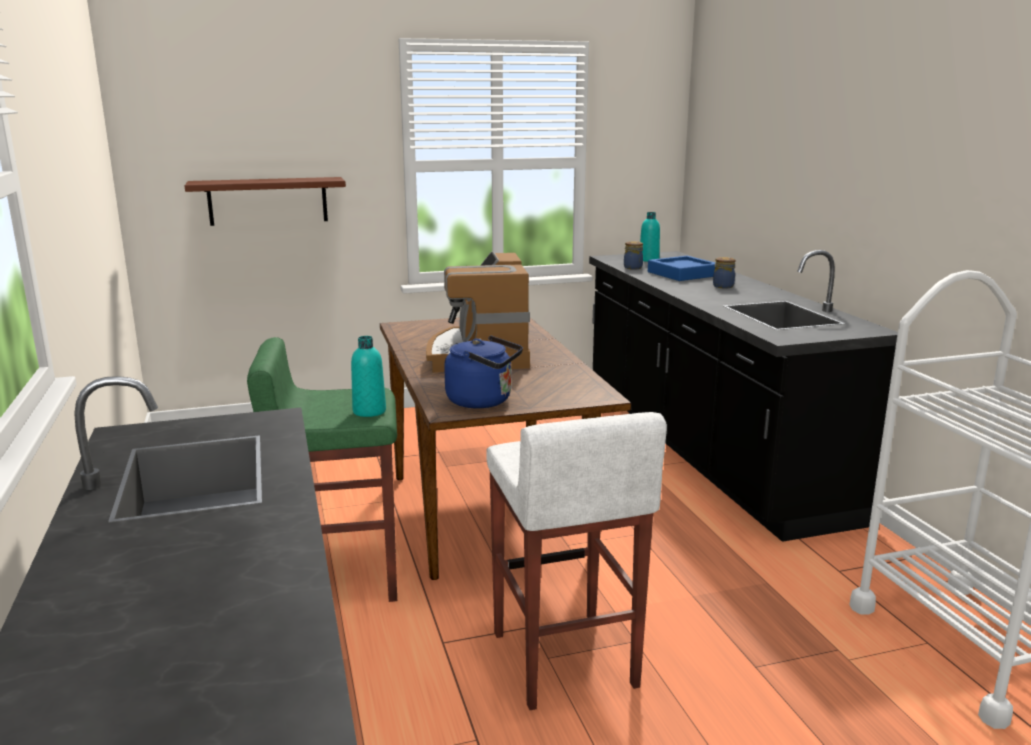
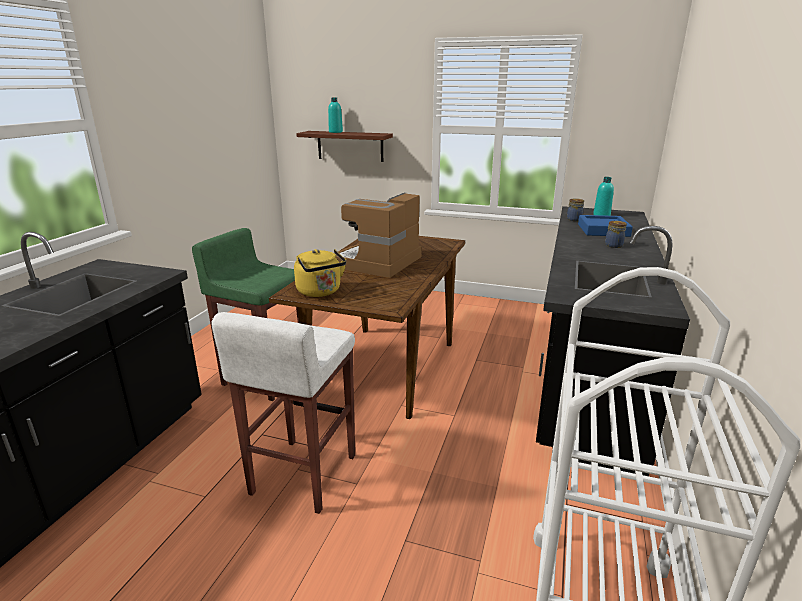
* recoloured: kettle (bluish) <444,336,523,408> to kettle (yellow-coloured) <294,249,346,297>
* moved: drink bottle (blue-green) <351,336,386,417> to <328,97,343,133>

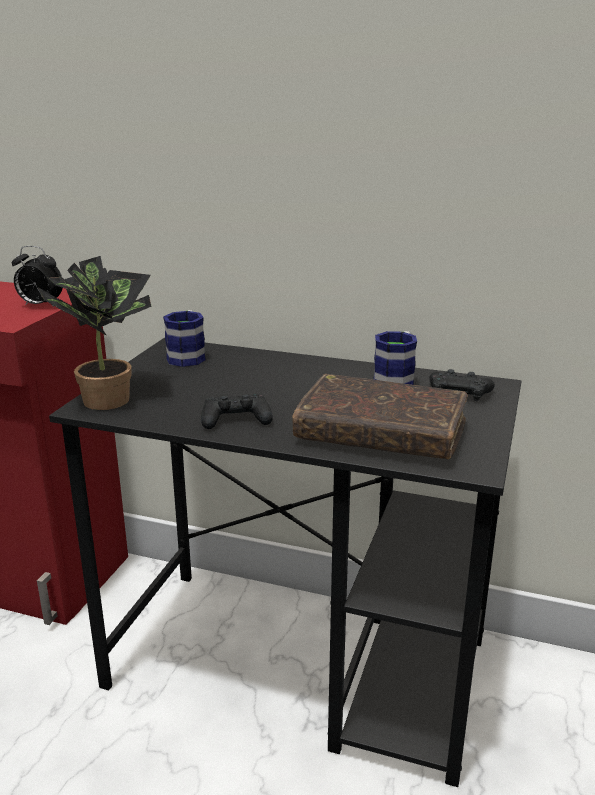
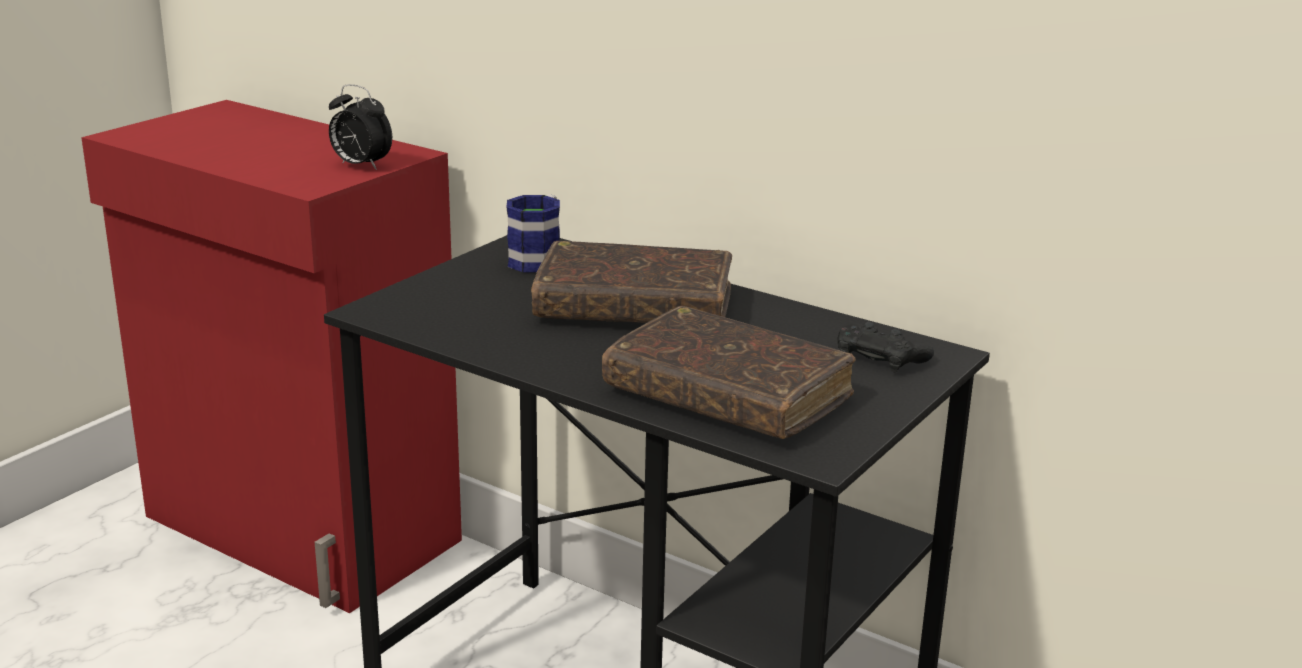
* added: volume (brown-coloured) <531,241,732,323>
* removed: potted plant <38,256,152,410>
* removed: gamepad (black) <201,394,273,429>
* removed: tea mug <373,331,417,385>

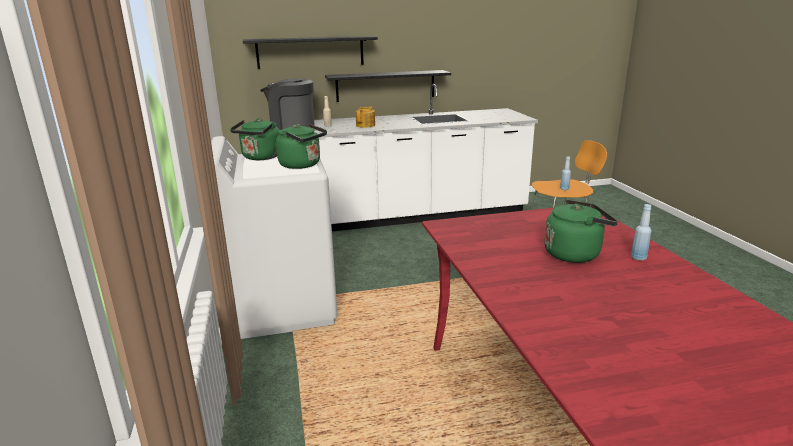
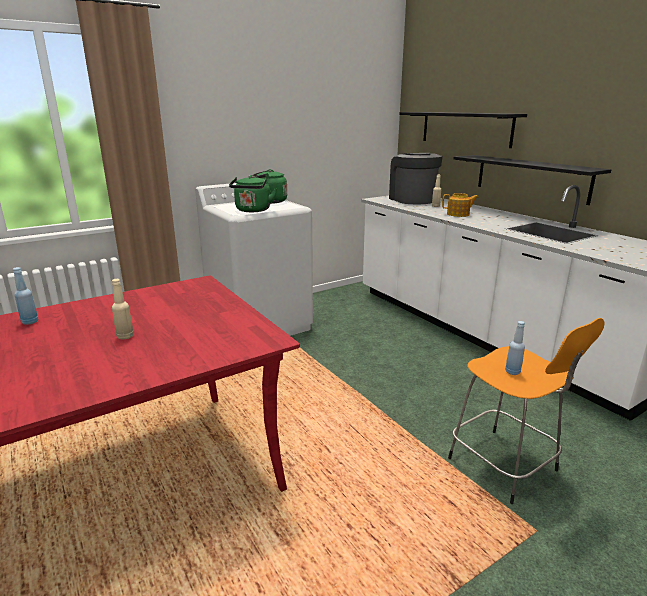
* moved: drink bottle (bluish) <631,204,652,261> to <13,267,38,325>
* replaced: kettle (green-coloured) <544,199,618,263> to drink bottle (beige) <112,279,134,339>

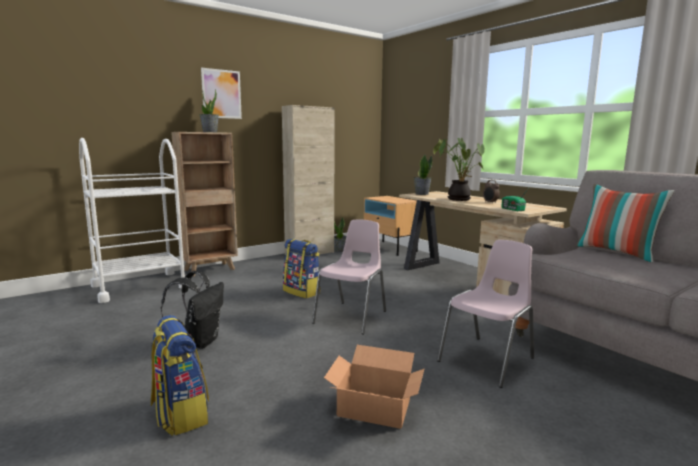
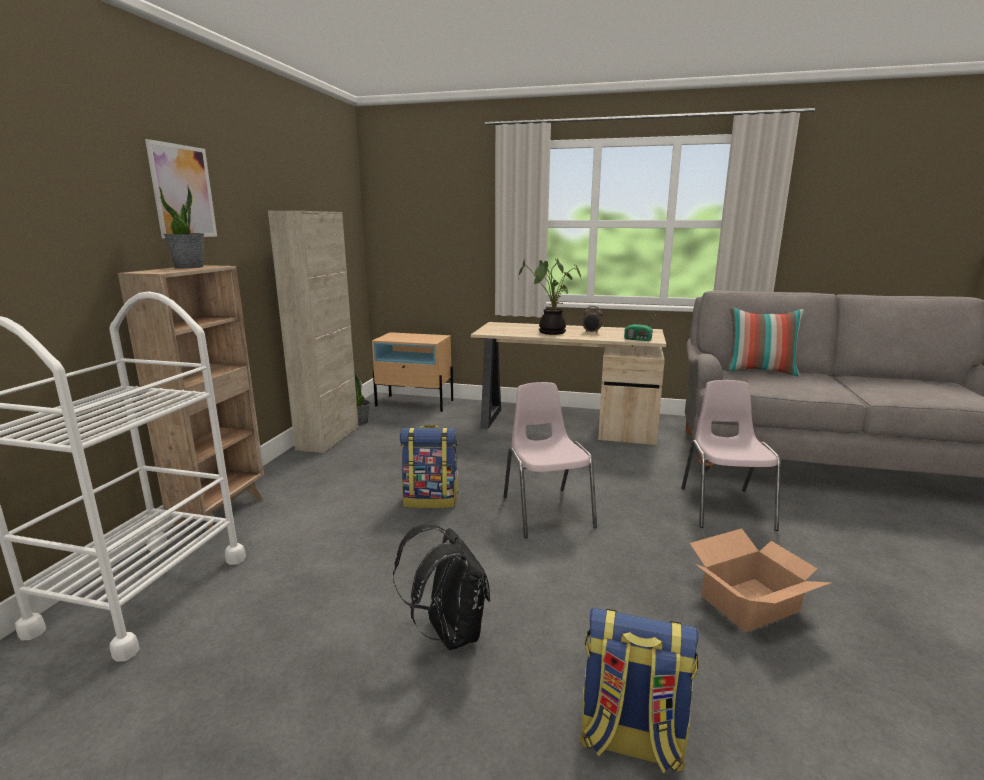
* removed: potted plant <414,155,432,195>

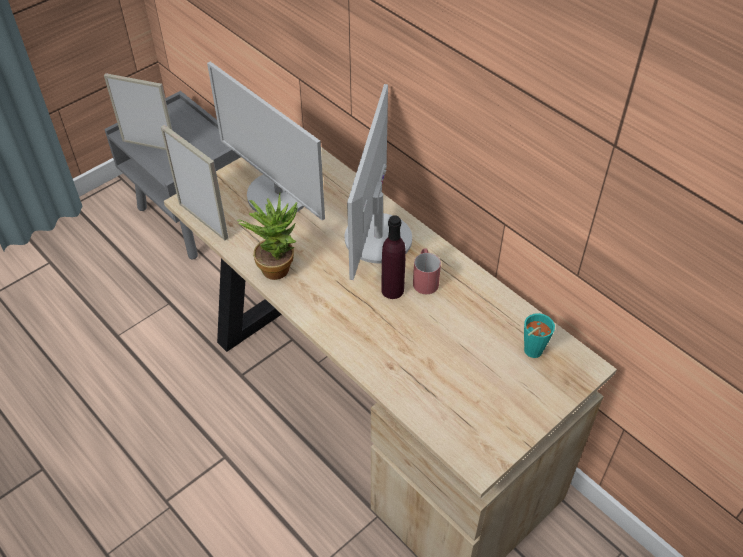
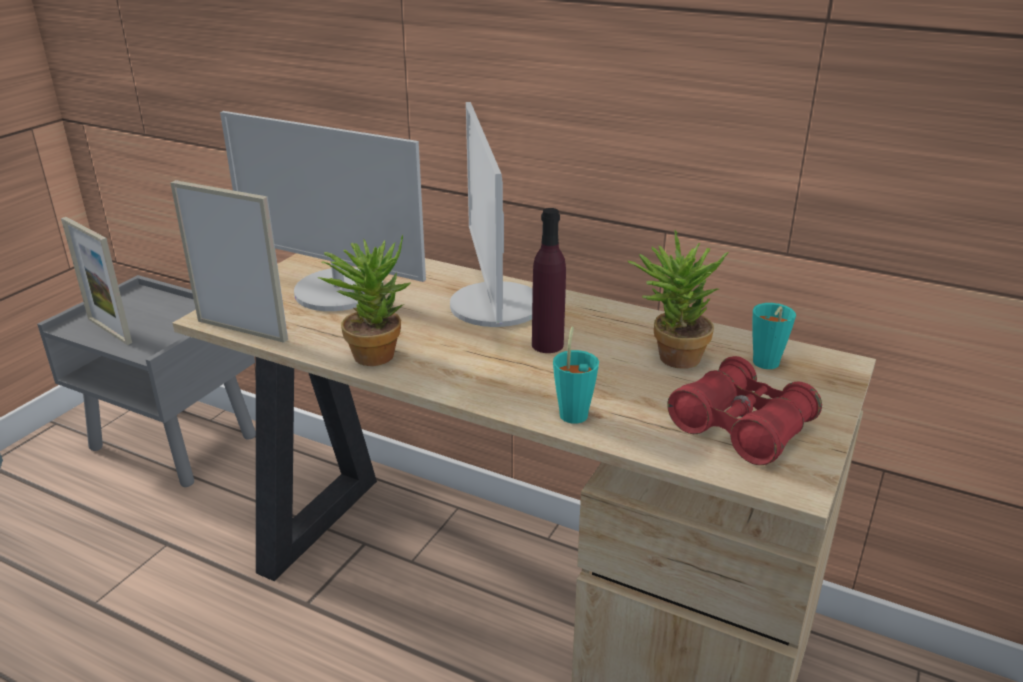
* turned: picture frame <104,73,172,150> = <61,217,132,345> 135 degrees counterclockwise
* added: small cup (blue-green) <553,326,599,424>
* added: potted plant <627,230,729,368>
* added: binoculars (red-coloured) <667,356,822,465>
* removed: tea mug (red-coloured) <413,249,441,294>

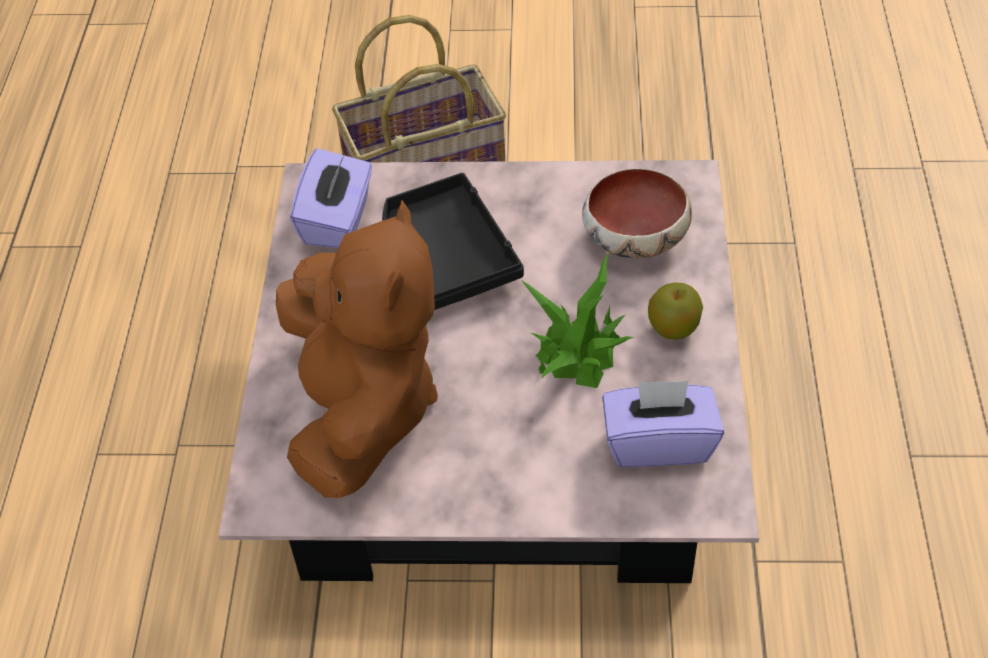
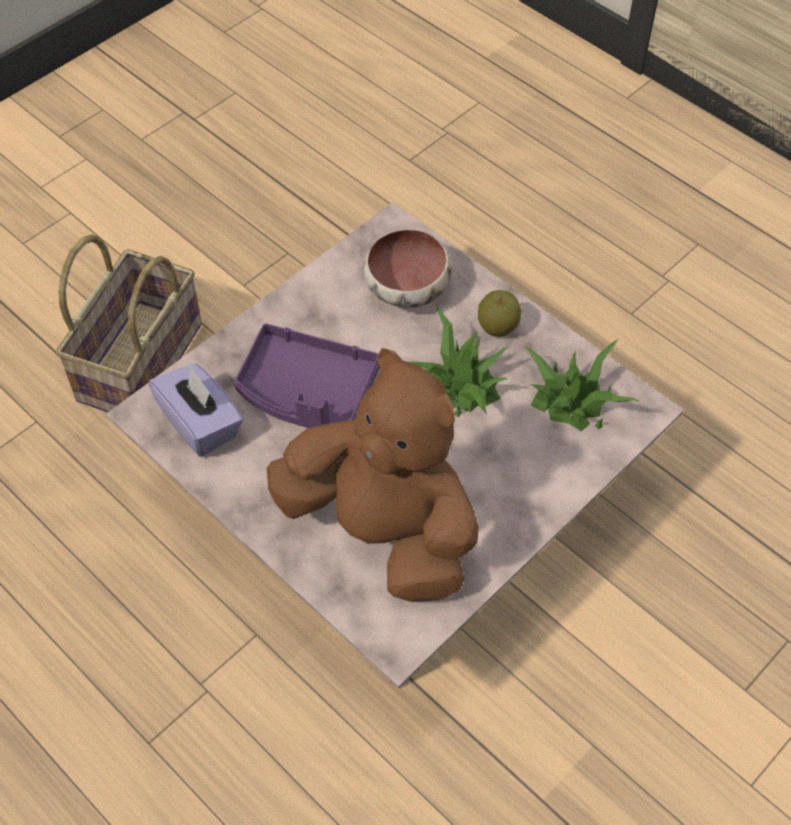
* recoloured: tray (black) <382,173,524,310> to tray (purplish) <234,323,380,428>
* replaced: tissue box (purplish) <602,381,724,468> to potted plant <524,339,640,431>

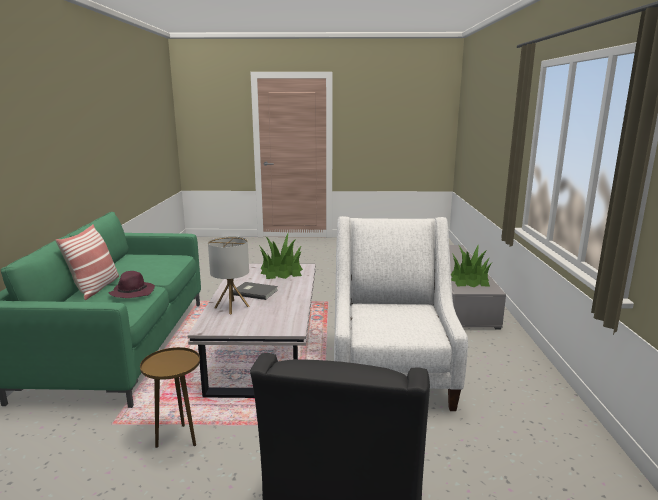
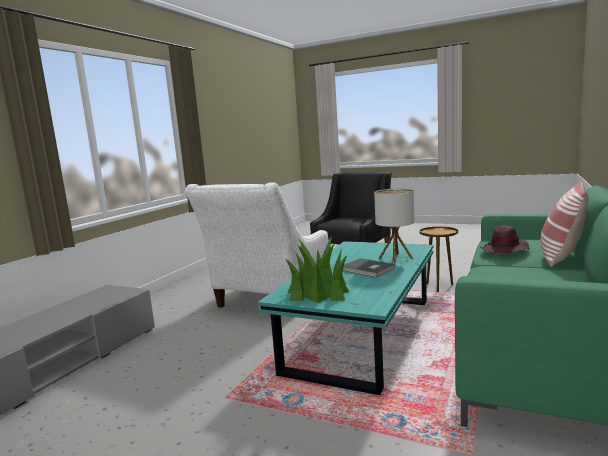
* recoloured: low table (white-coloured) <188,263,315,398> to low table (blue-green) <258,241,433,395>
* removed: potted plant <451,244,492,288>

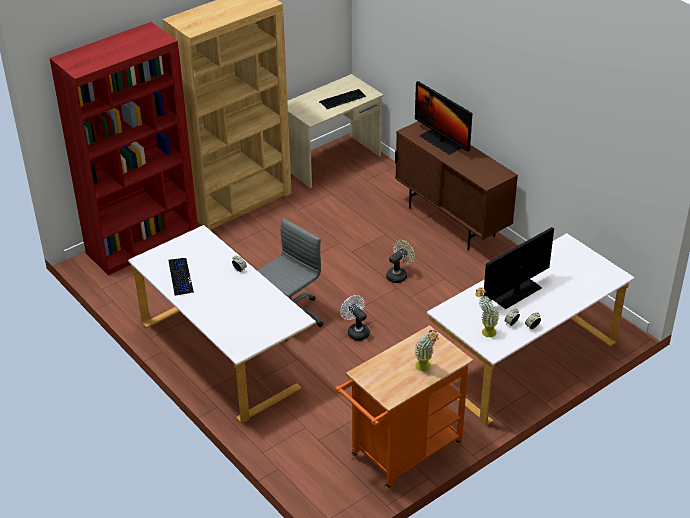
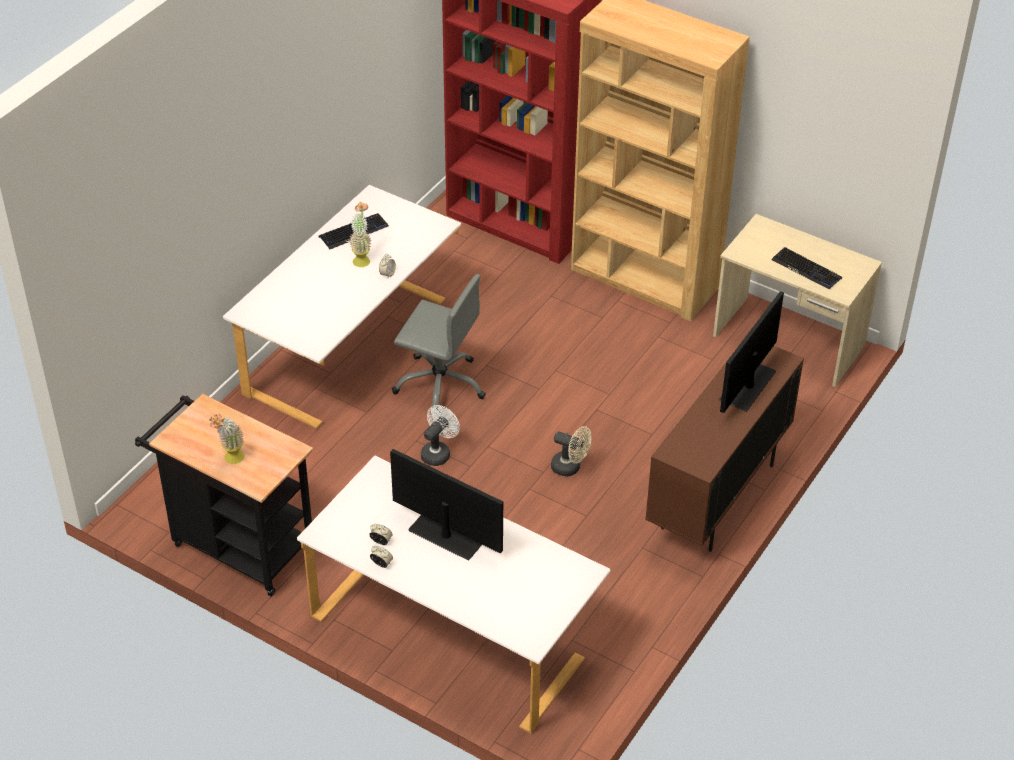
* recoloured: wheeled cart (orange-coloured) <336,325,473,489> to wheeled cart (black) <135,394,315,596>
* moved: potted plant <475,287,499,337> to <349,201,371,267>

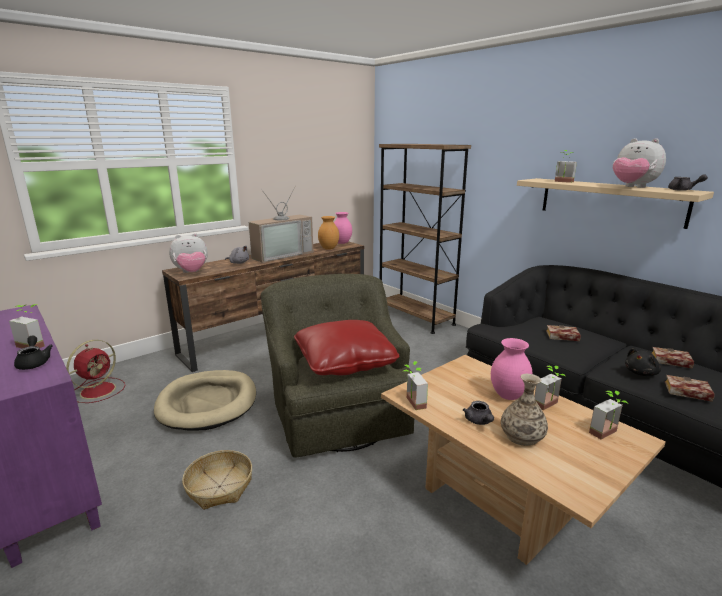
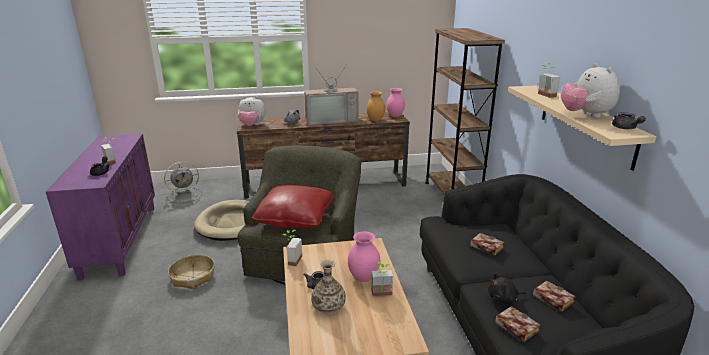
* recoloured: electric fan (red-coloured) <66,340,125,403> to electric fan (grey) <164,162,202,203>
* removed: potted plant <589,391,628,440>

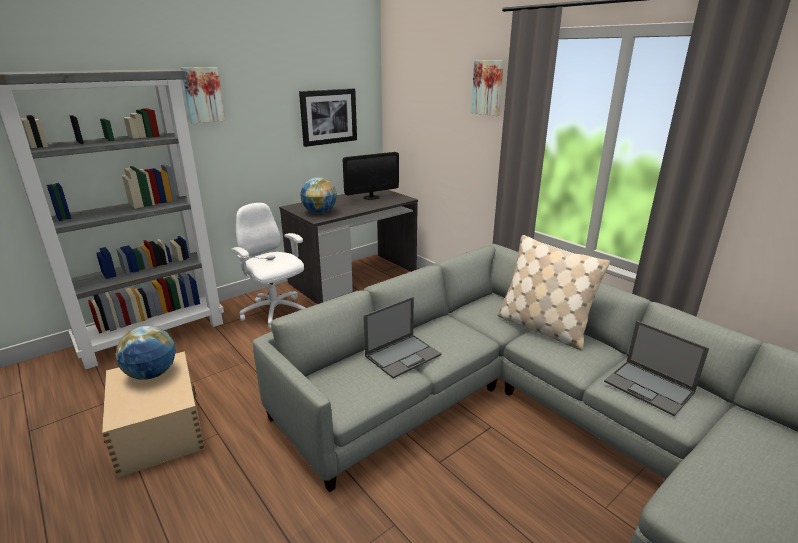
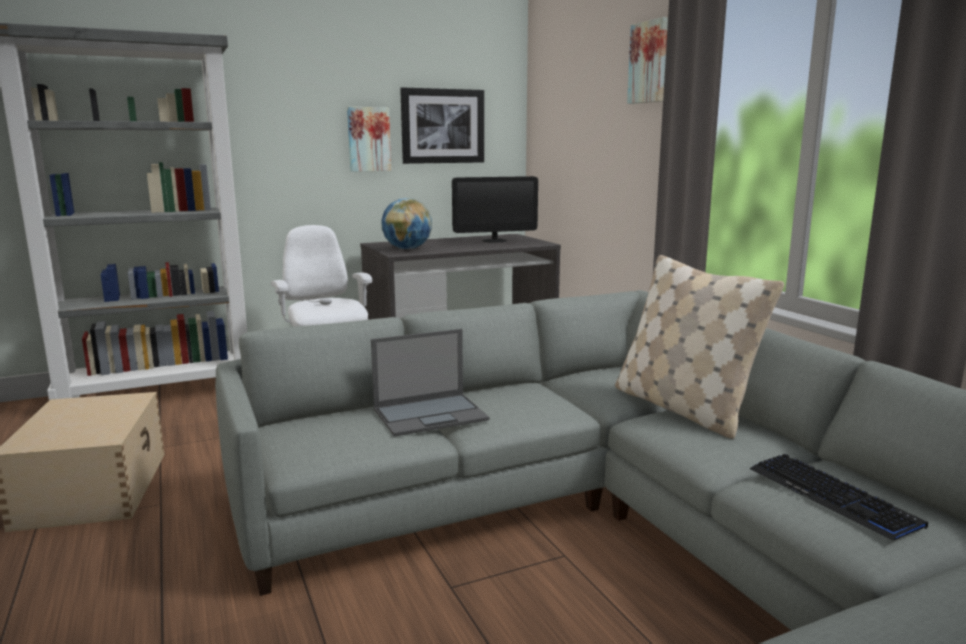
* moved: wall picture <181,67,225,124> to <347,107,391,172>
* replaced: laptop <604,321,709,416> to computer keyboard <750,454,928,540>
* removed: world globe <116,326,176,380>

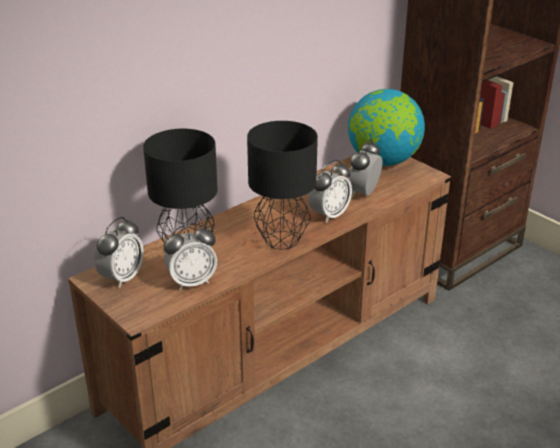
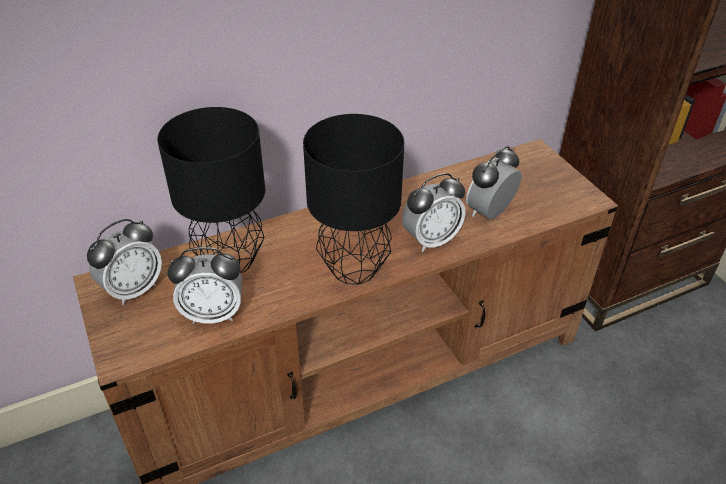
* removed: world globe <348,89,425,166>

